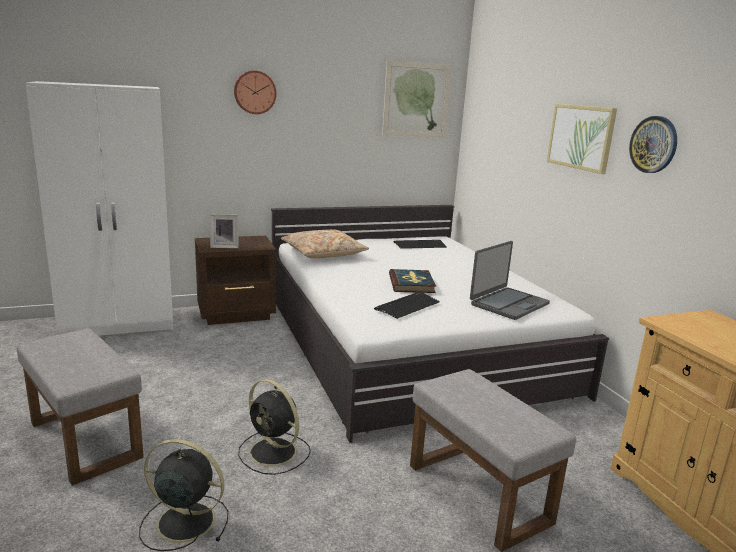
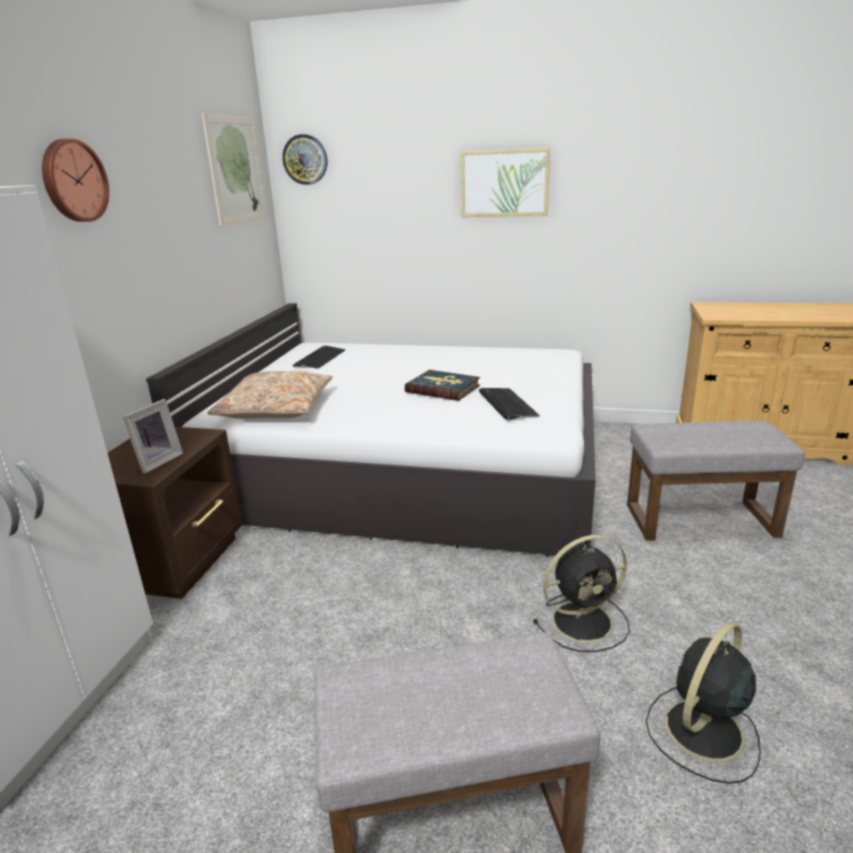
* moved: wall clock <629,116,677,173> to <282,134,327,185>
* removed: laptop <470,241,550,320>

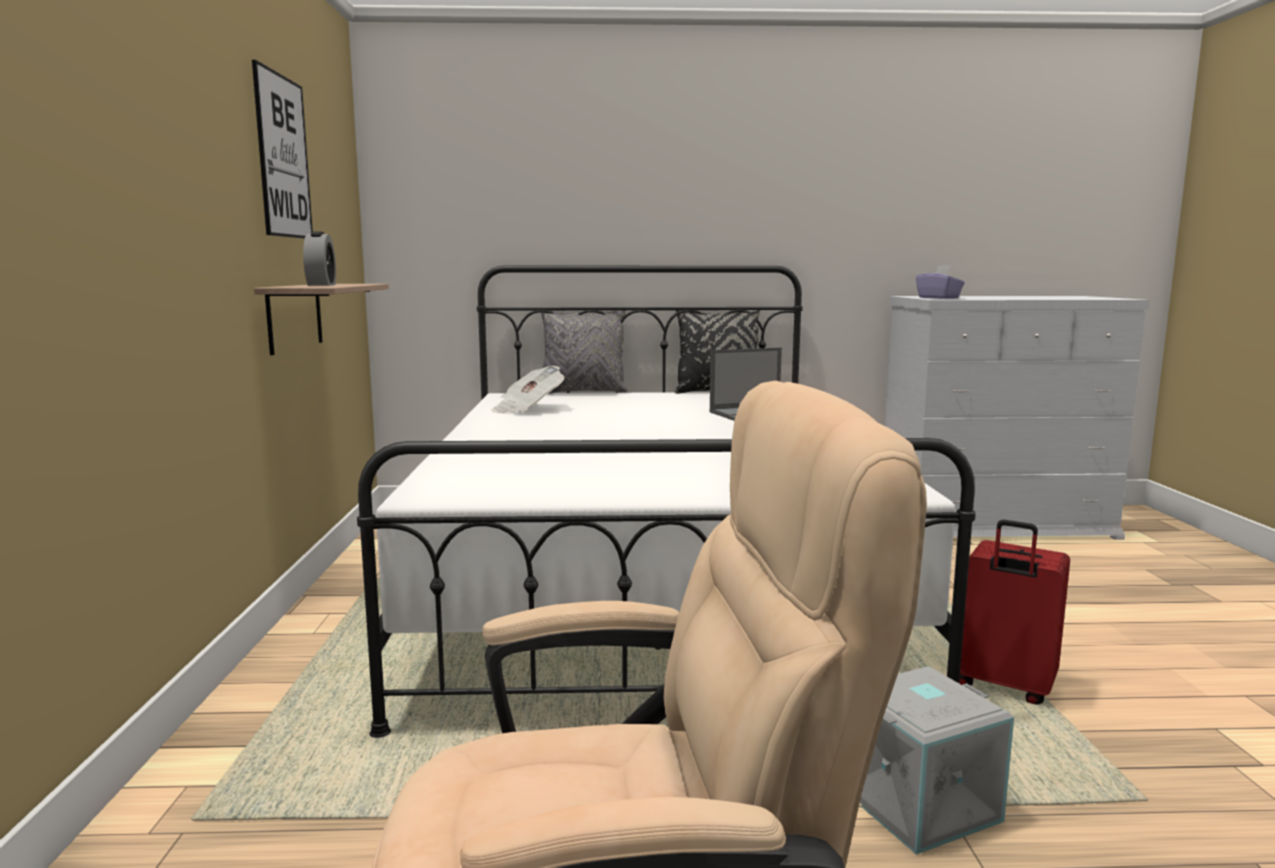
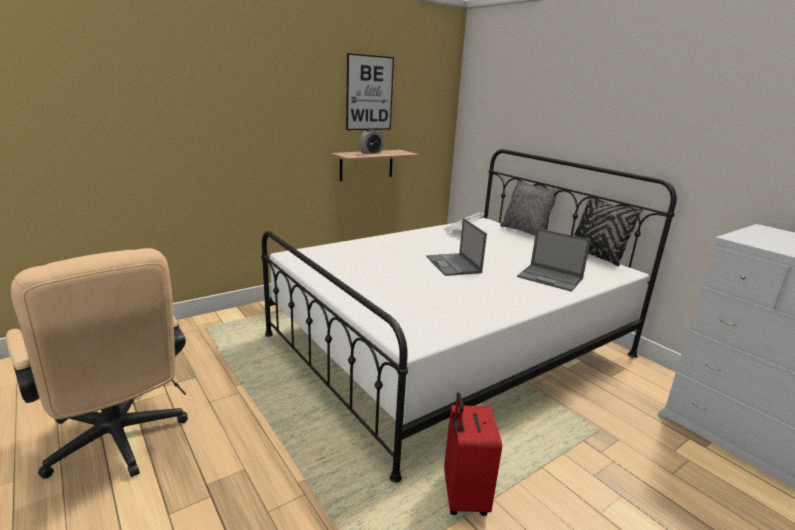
* added: laptop <426,218,487,276>
* removed: storage bin (grey) <860,666,1014,855>
* removed: tissue box (purplish) <916,265,965,299>

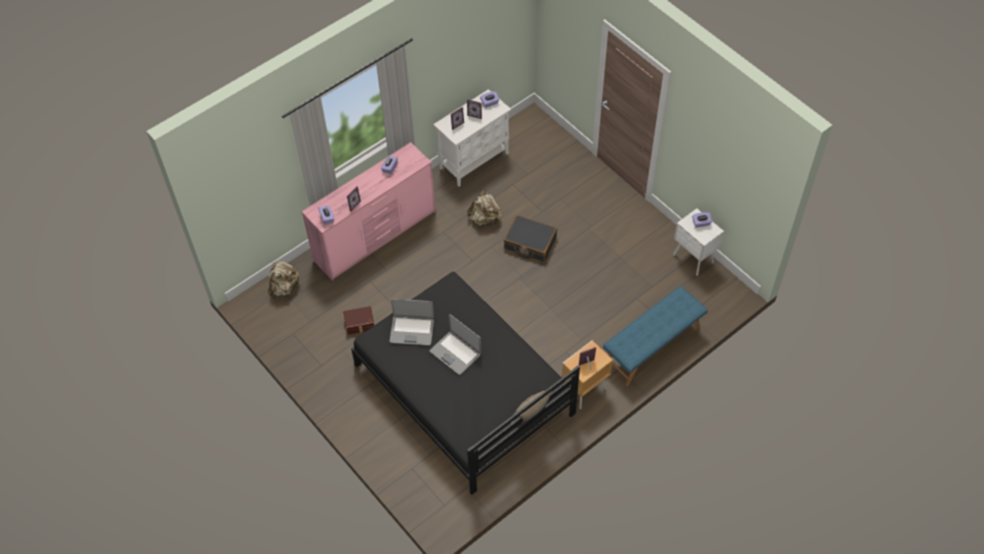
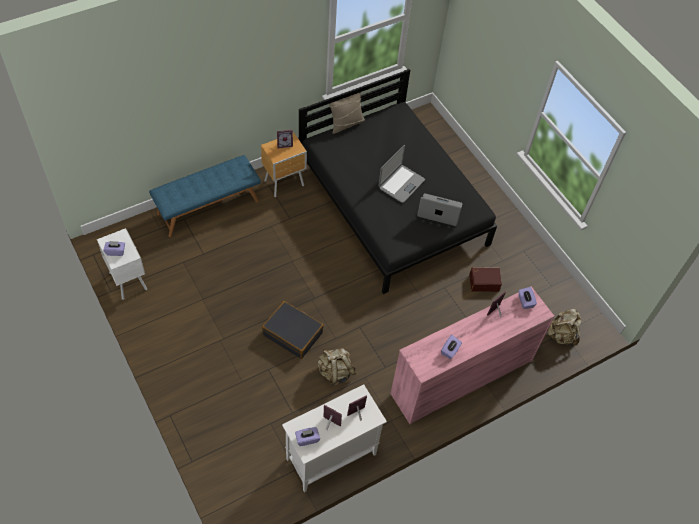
* turned: laptop <430,314,481,375> = <378,145,425,203> 75 degrees clockwise

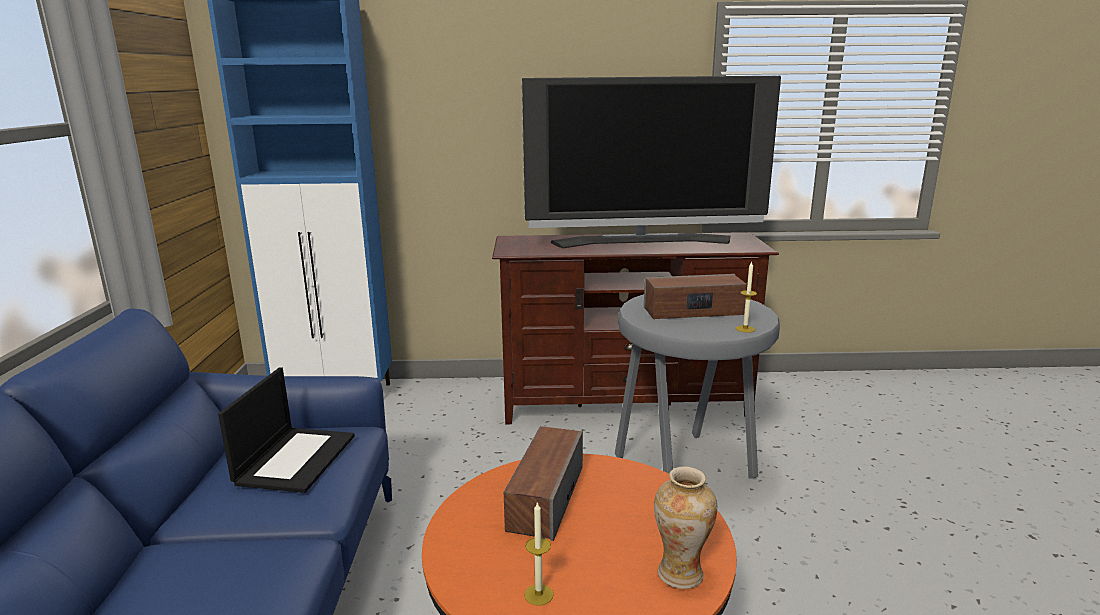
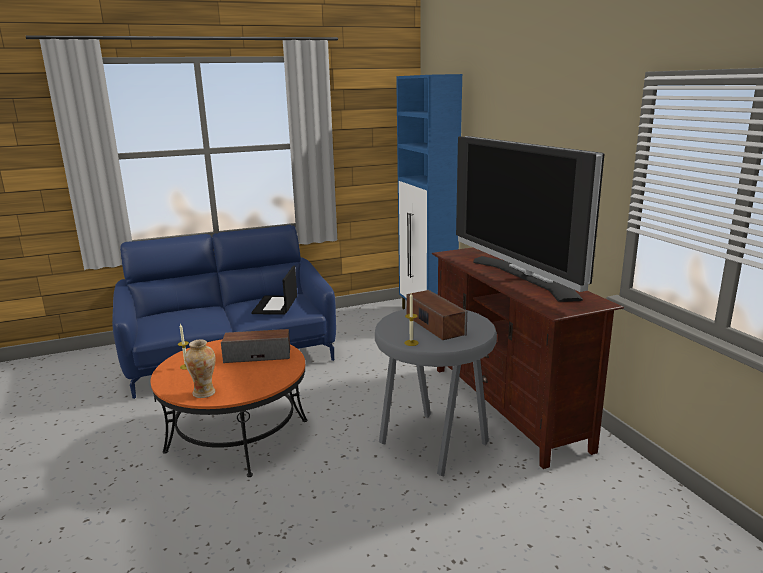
* turned: laptop <218,367,355,493> = <251,266,297,315> 105 degrees clockwise

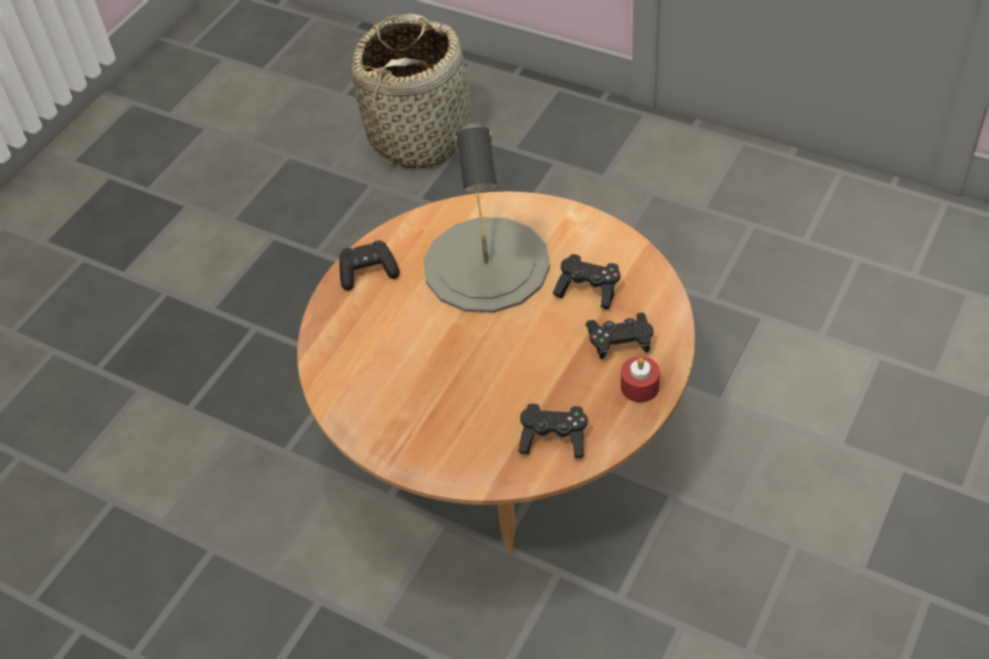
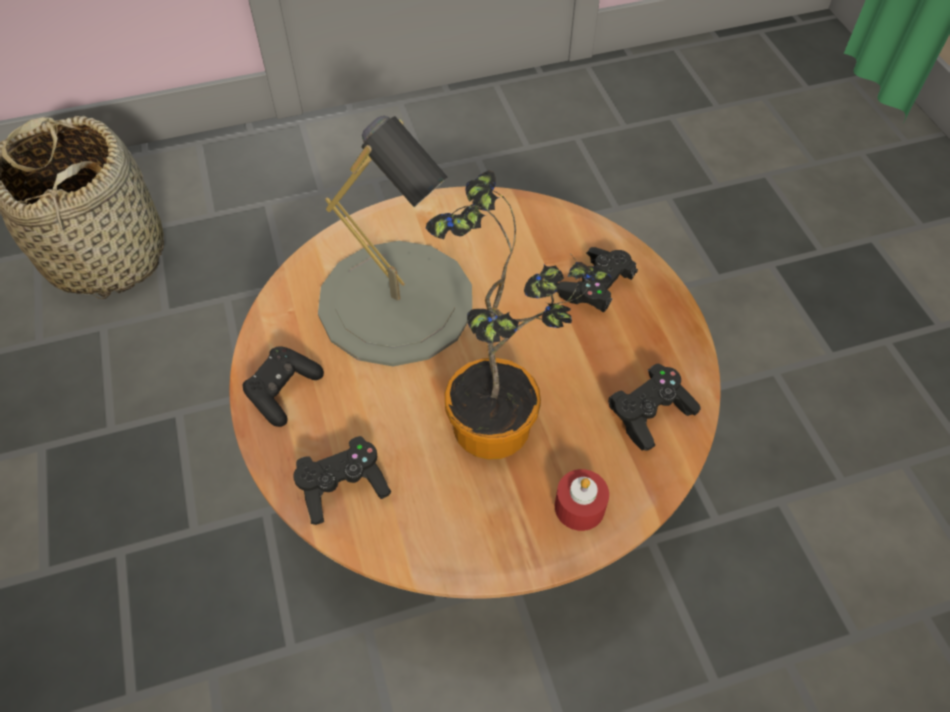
* moved: gamepad (black) <553,254,620,310> to <293,436,391,525>
* added: potted plant <426,170,612,460>
* moved: wax candle (red-coloured) <621,356,660,402> to <555,469,609,531>

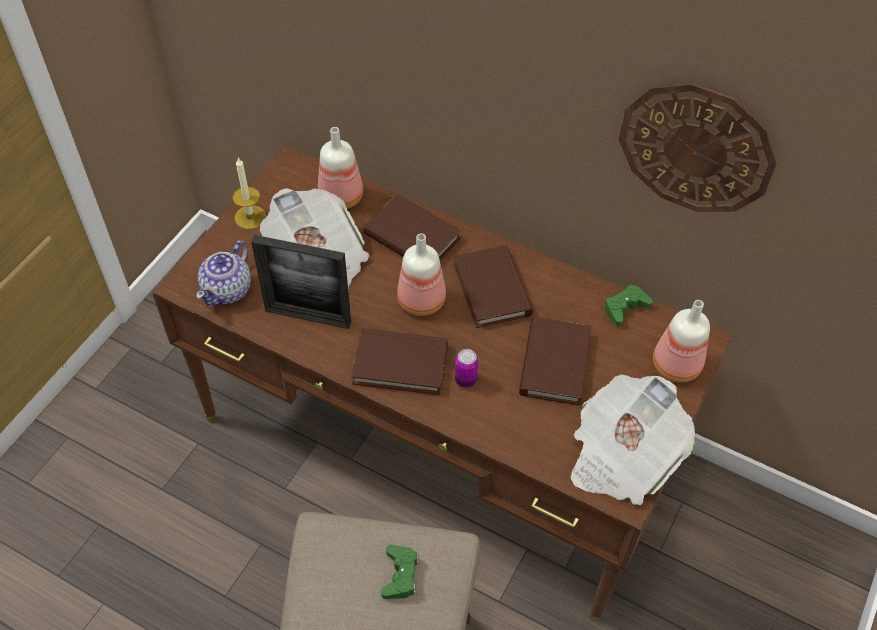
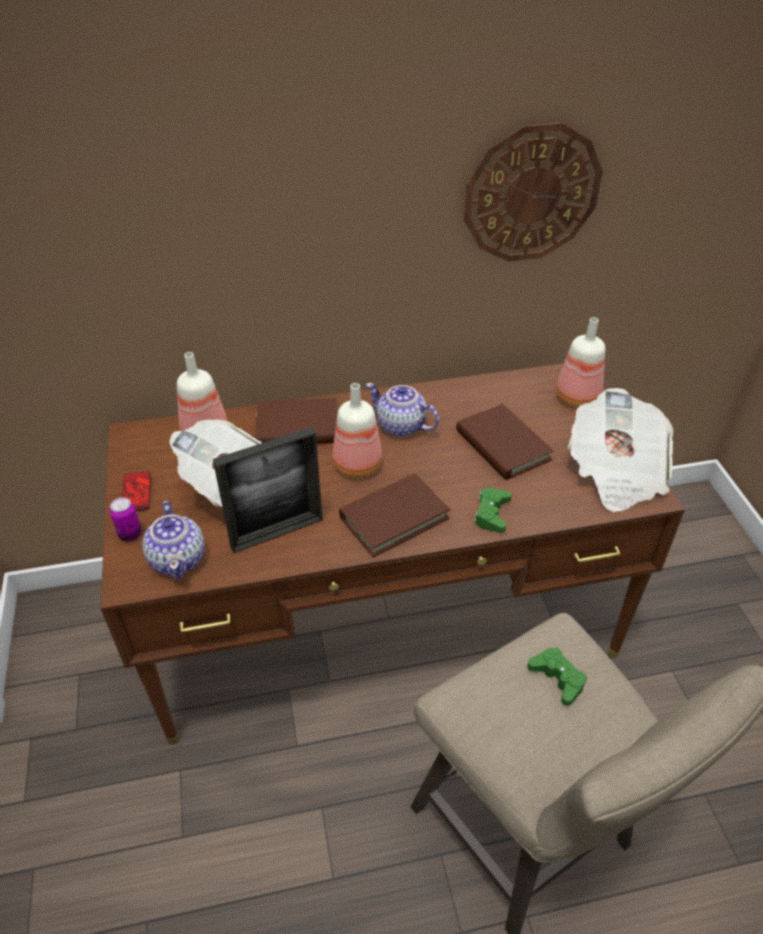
* moved: sealed can <455,349,478,388> to <110,497,142,542>
* replaced: wax candle <232,157,266,229> to phone <122,471,151,511>
* replaced: volume (brown-coloured) <454,245,533,328> to pot for tea <366,383,440,437>
* moved: gamepad (green-coloured) <604,284,653,326> to <473,488,512,533>

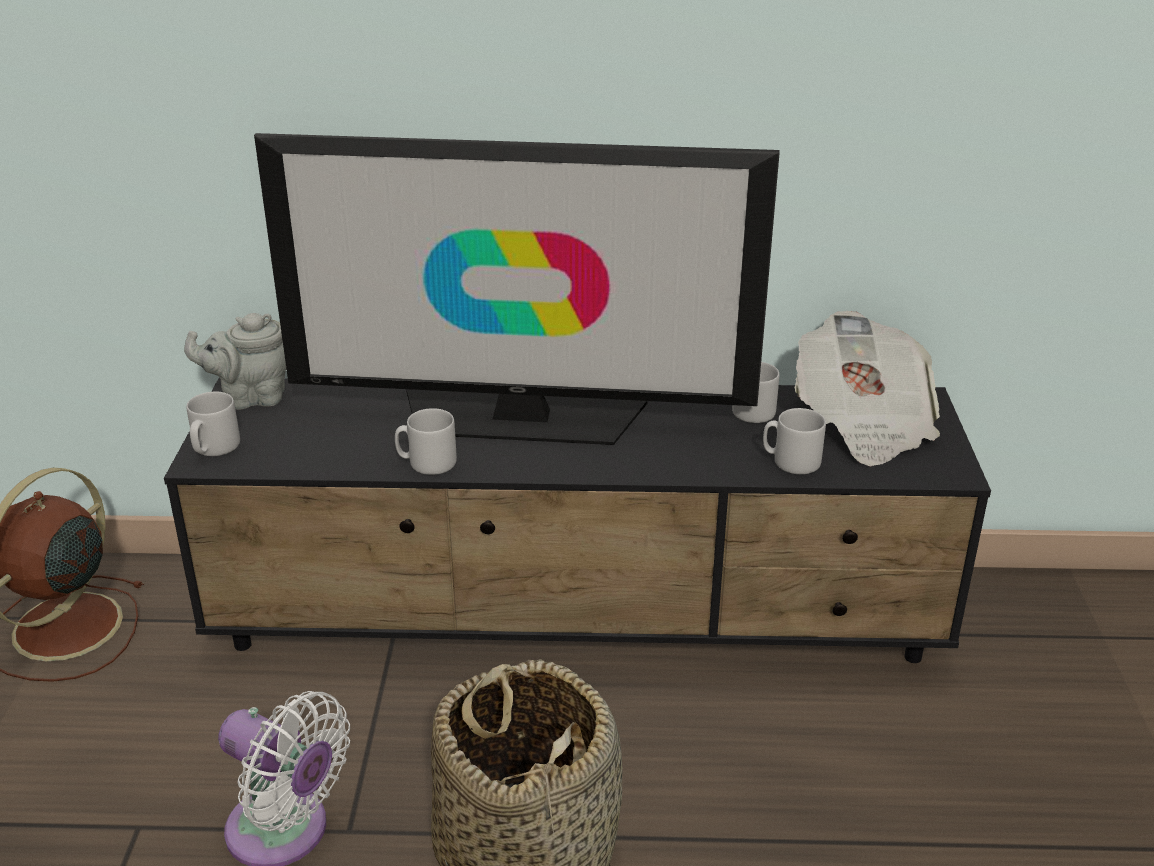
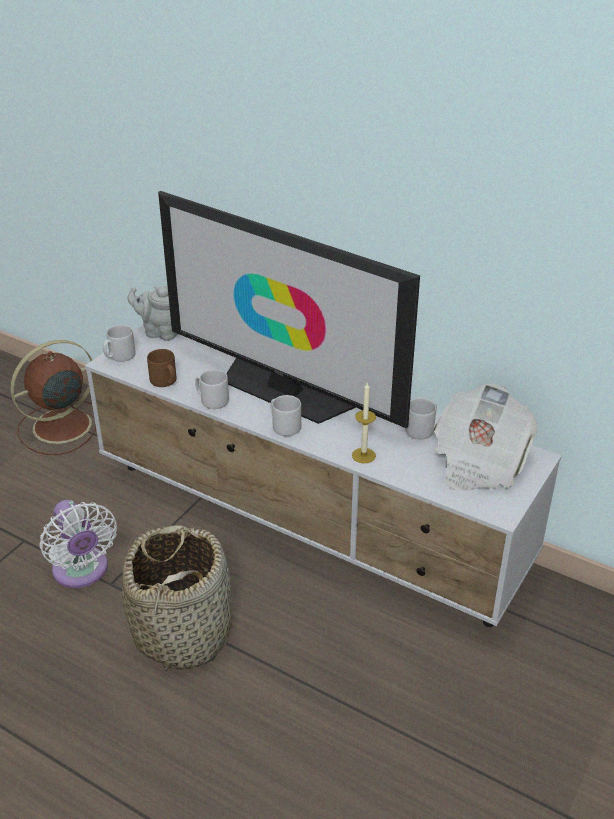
* recoloured: media console (black) <164,378,991,663> to media console (white-coloured) <85,325,562,627>
* added: tea mug (brown-coloured) <147,349,176,387>
* moved: tea mug (grey) <763,408,826,474> to <270,395,301,436>
* added: wax candle <352,383,376,463>

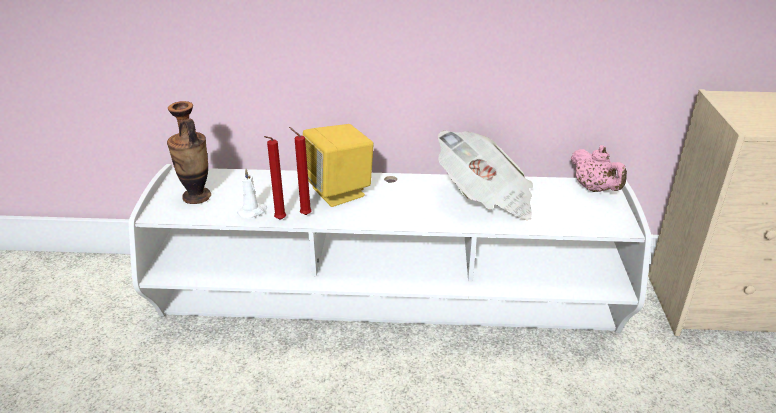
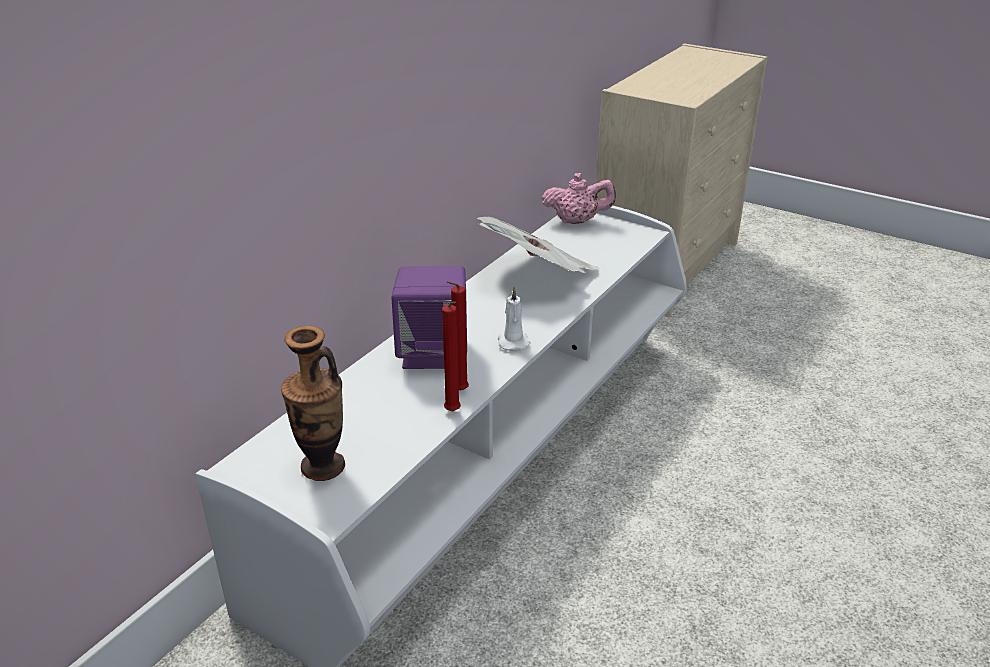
* recoloured: speaker (yellow-coloured) <303,124,374,207> to speaker (purplish) <391,266,467,369>
* moved: wax candle (white-coloured) <237,169,267,219> to <498,287,531,351>

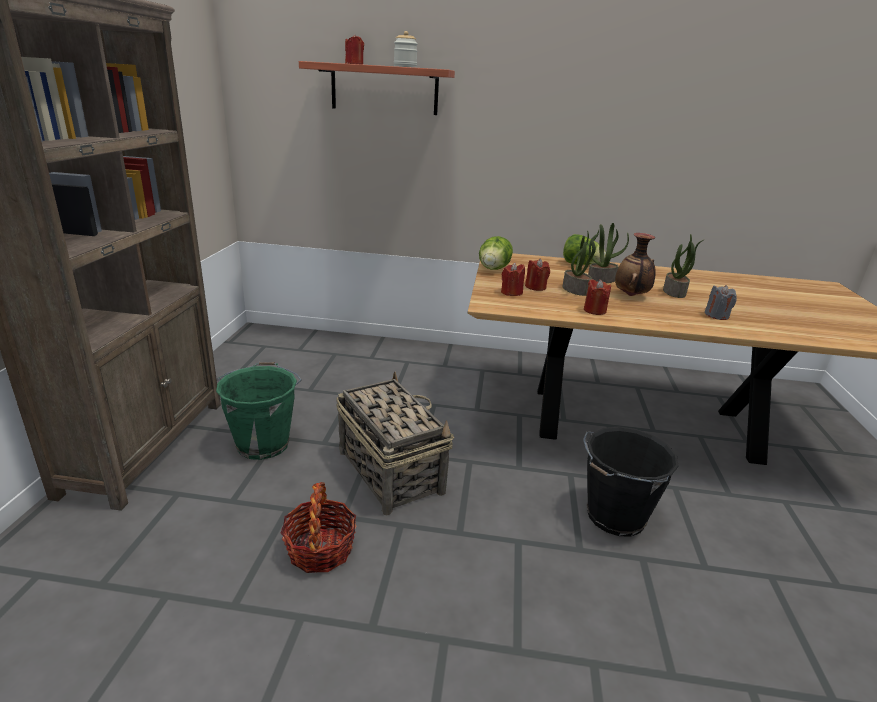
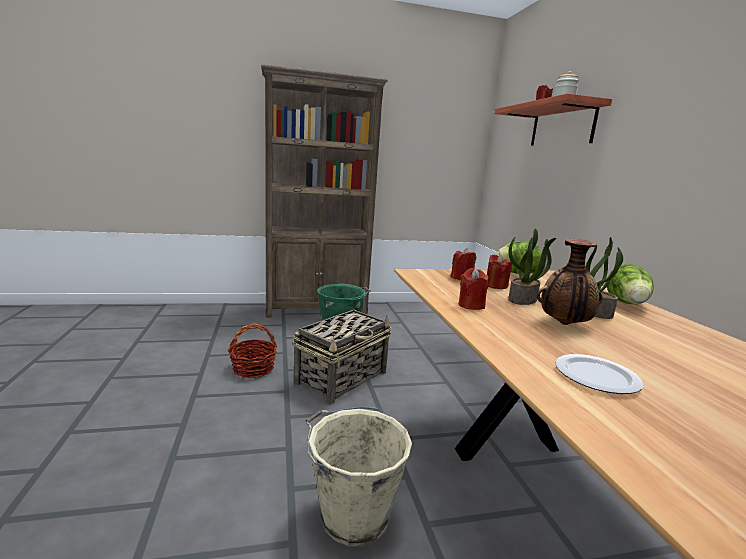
* recoloured: water bucket (black) <583,426,679,537> to water bucket (beige) <306,406,412,546>
* replaced: wax candle (grey) <704,285,737,320> to flat dish <555,354,644,394>
* removed: potted plant <663,234,705,298>

